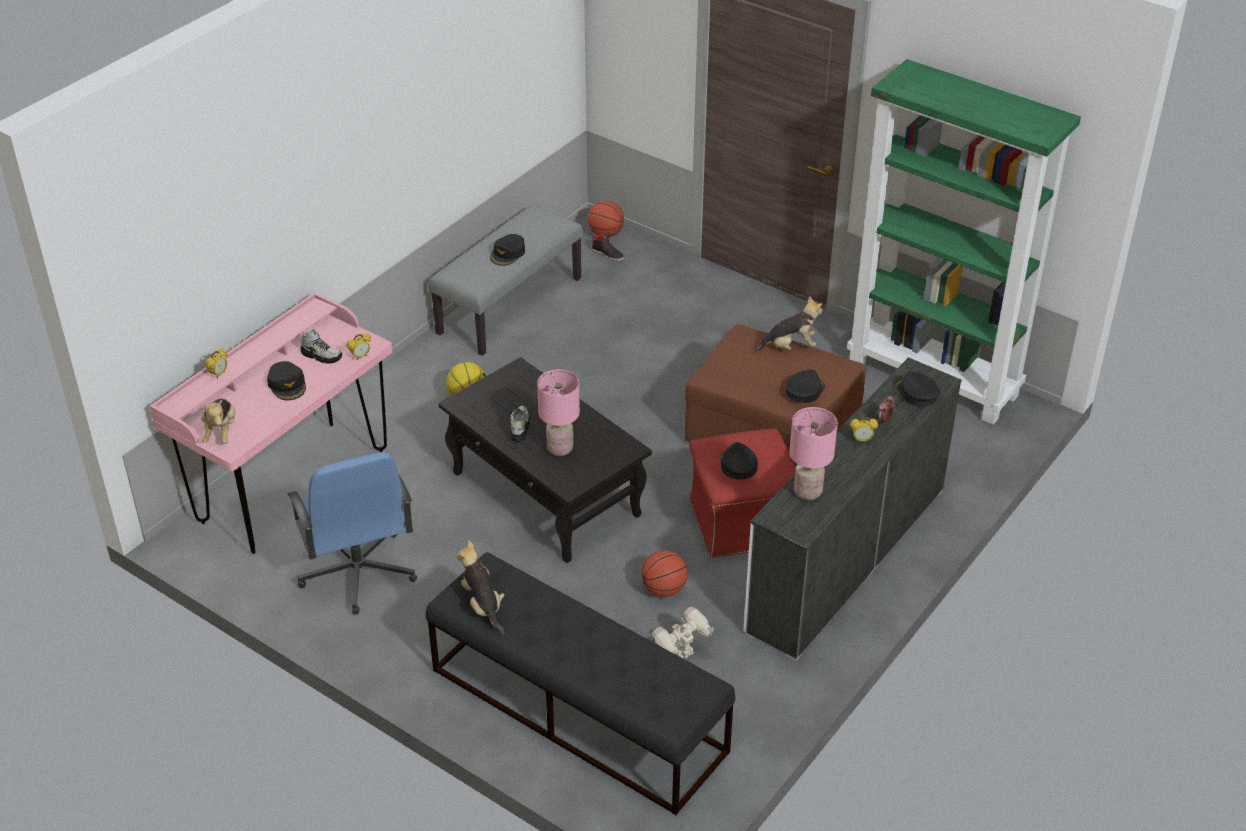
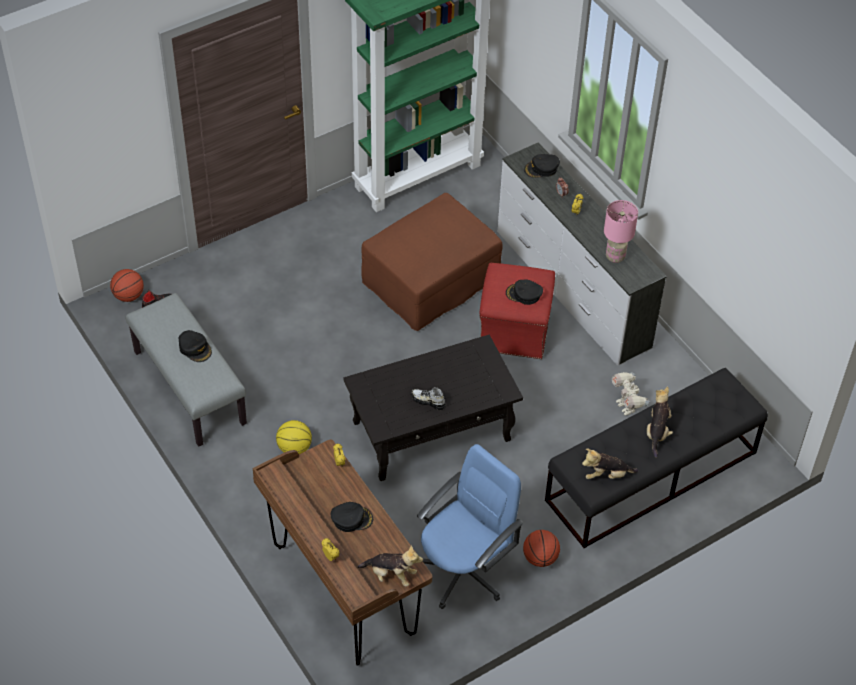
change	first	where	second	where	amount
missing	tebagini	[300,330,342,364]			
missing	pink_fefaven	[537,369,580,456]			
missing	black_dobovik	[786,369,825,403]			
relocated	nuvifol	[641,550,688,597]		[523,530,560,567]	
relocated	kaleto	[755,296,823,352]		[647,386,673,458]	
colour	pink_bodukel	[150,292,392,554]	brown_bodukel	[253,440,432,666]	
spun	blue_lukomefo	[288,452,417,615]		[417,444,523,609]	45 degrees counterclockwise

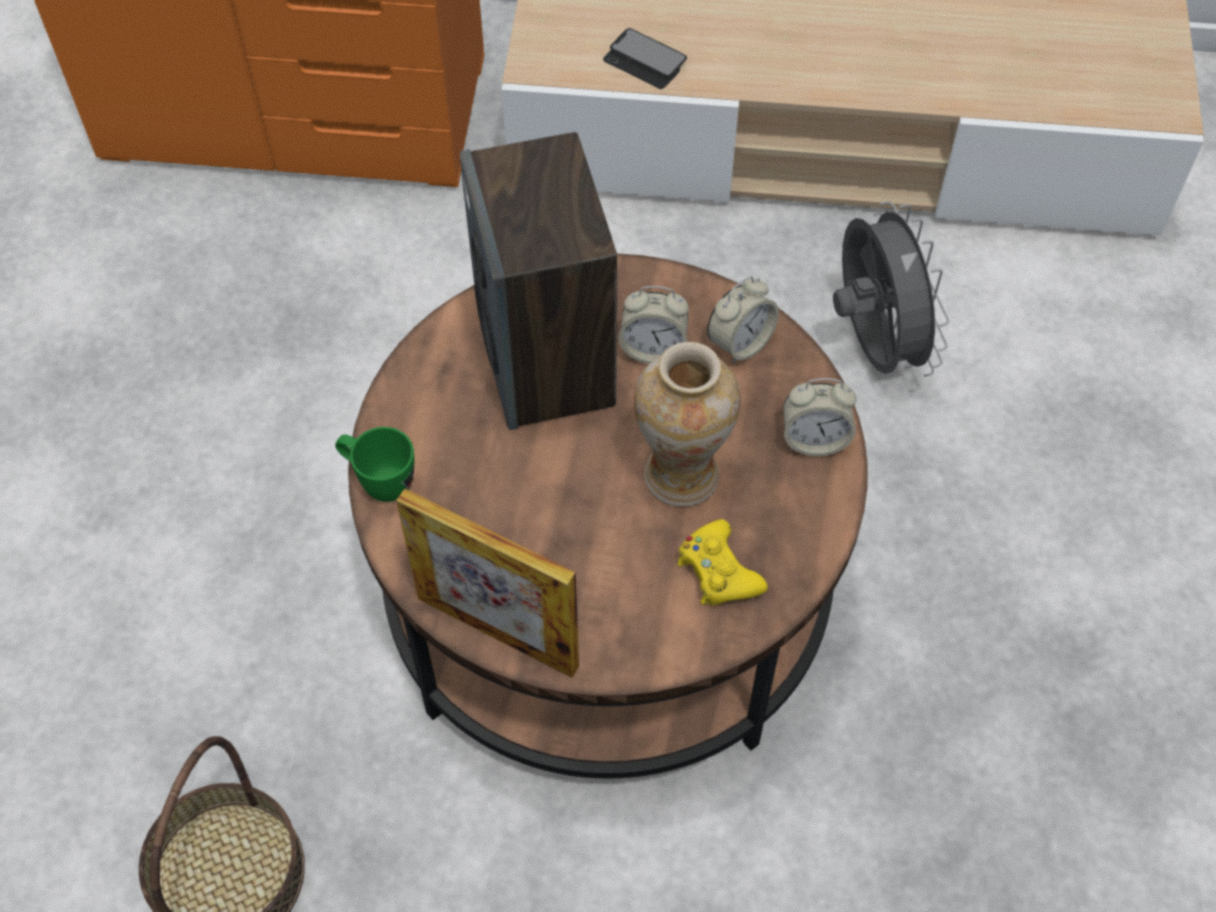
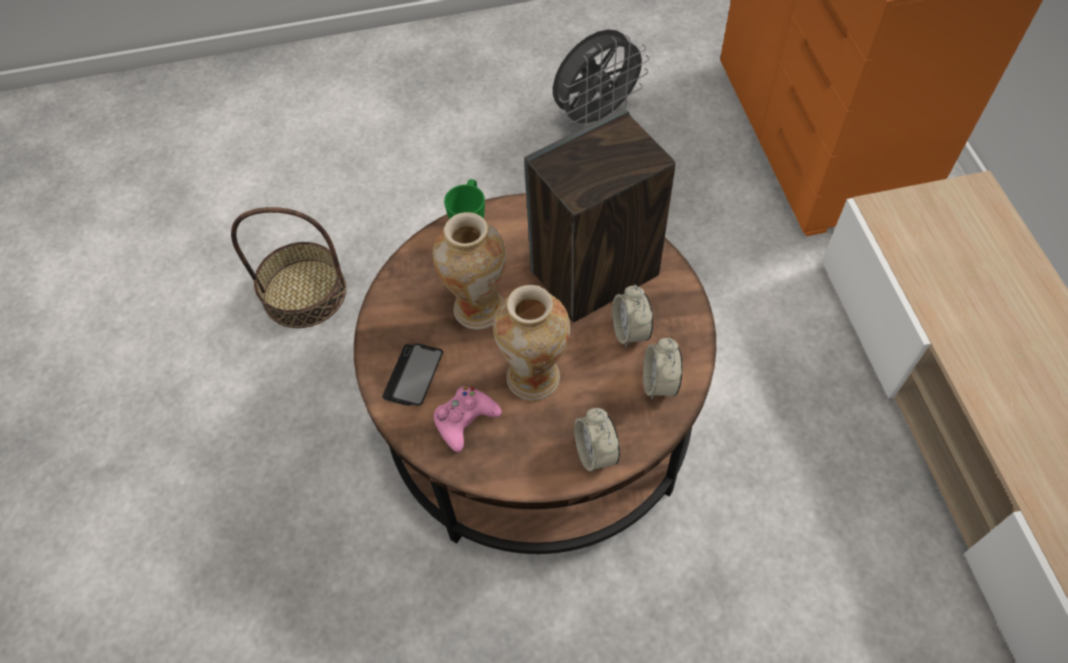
change	first	where	second	where	amount
missing	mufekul	[396,489,579,678]			
appeared			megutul	[433,212,506,330]	
relocated	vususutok	[603,28,687,89]		[382,344,443,406]	
relocated	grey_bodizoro	[833,202,949,377]		[553,29,650,128]	
colour	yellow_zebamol	[677,519,768,606]	pink_zebamol	[433,386,502,452]	
spun	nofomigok	[707,276,779,364]		[643,338,683,400]	60 degrees clockwise

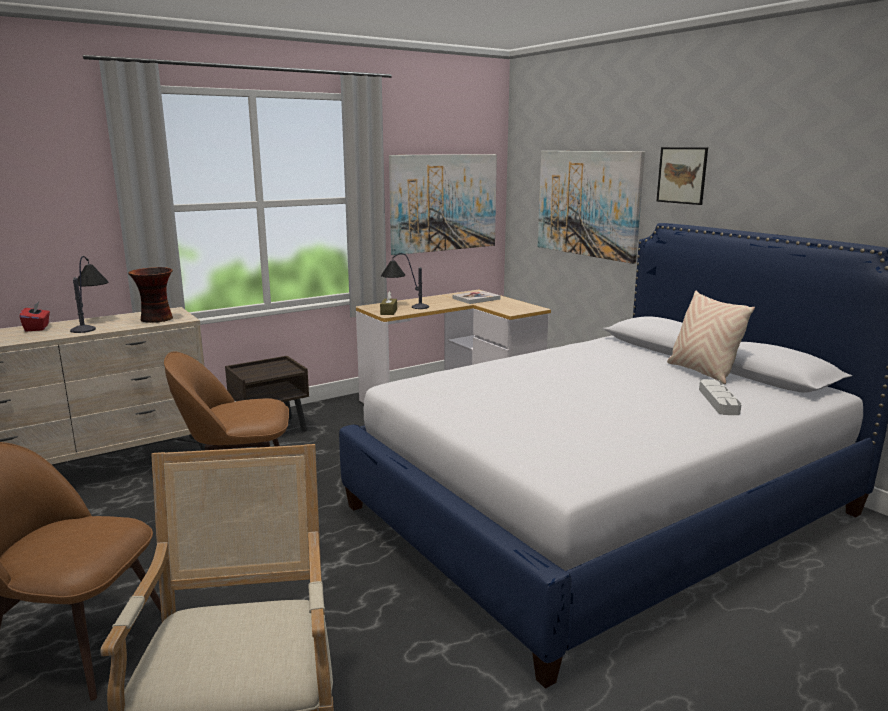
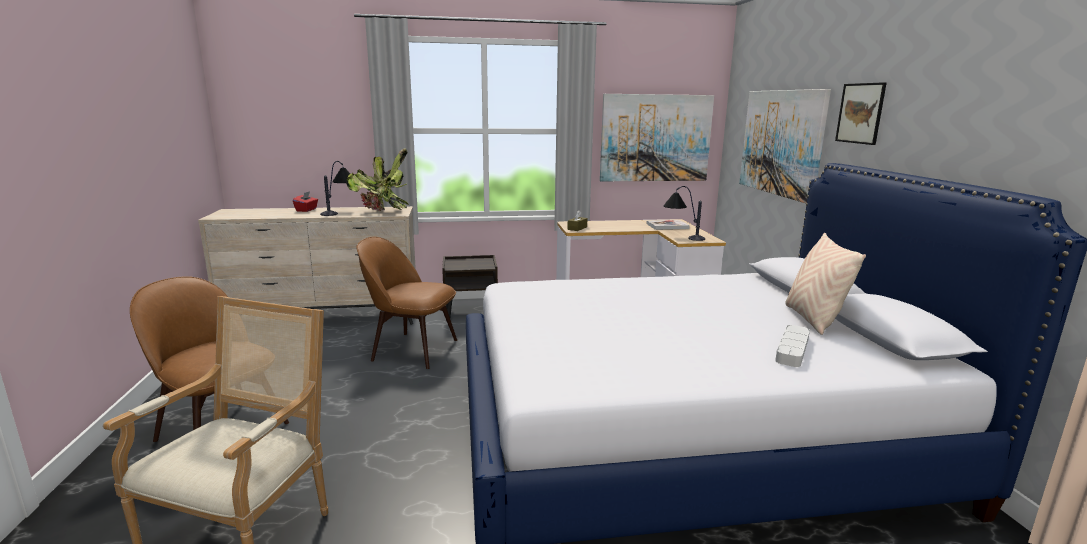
change	first	where	second	where	amount
relocated	fefaven	[381,253,429,309]		[663,186,705,241]	
exchanged	megutul	[128,267,173,323]	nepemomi	[345,148,409,211]	

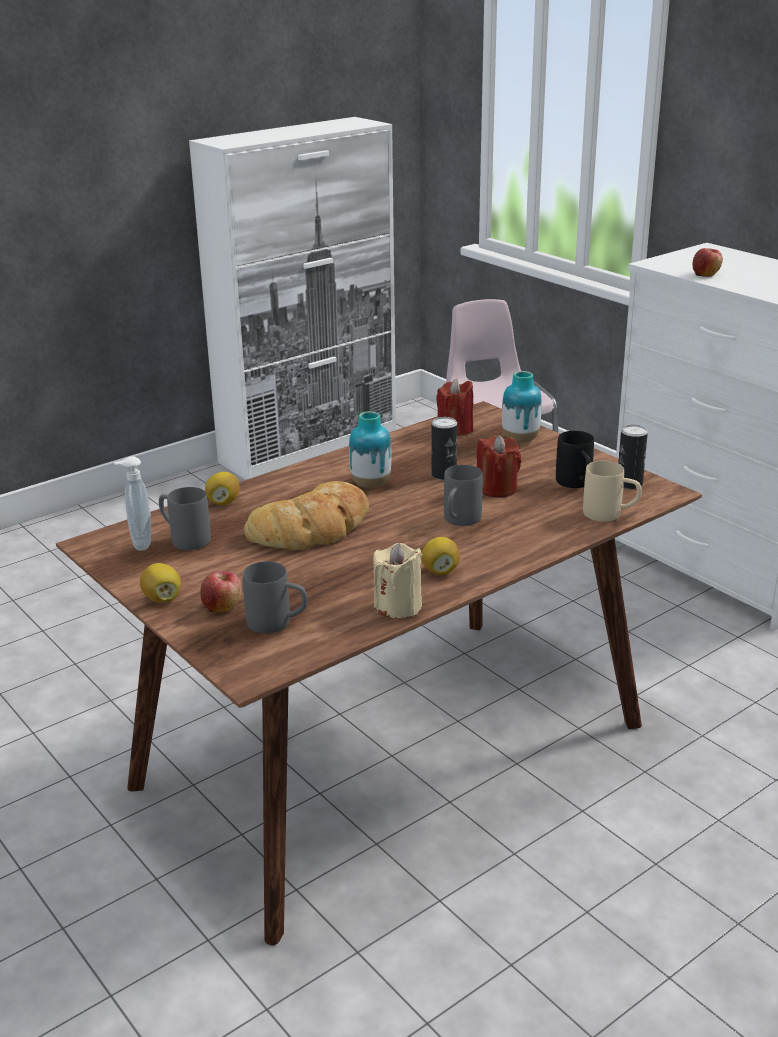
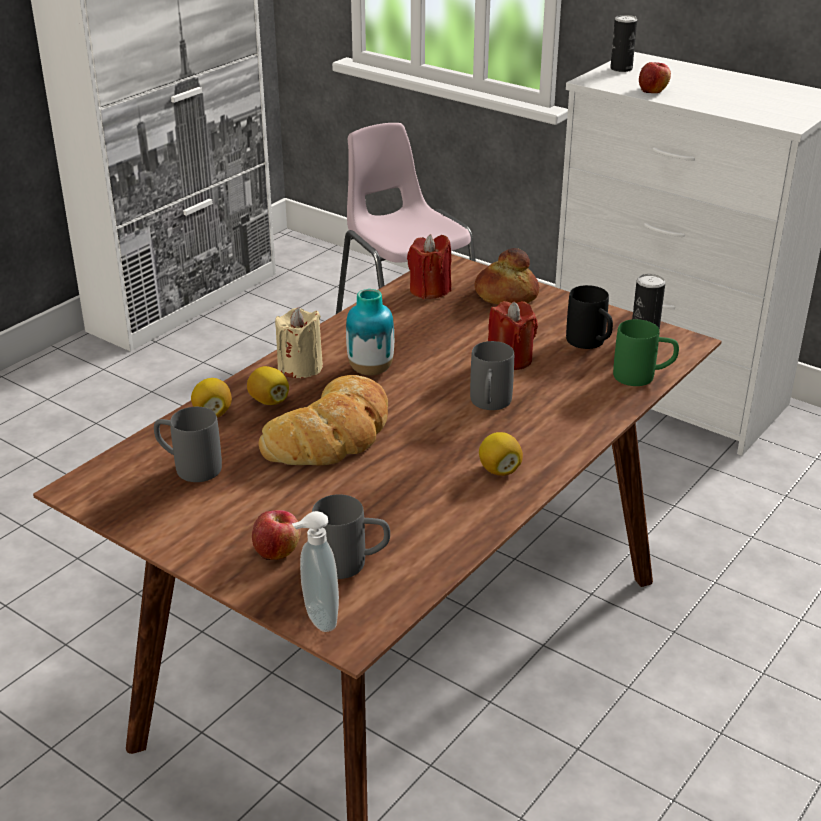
change	first	where	second	where	amount
relocated	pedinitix	[114,457,151,551]		[292,511,339,632]	
relocated	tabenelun	[140,563,181,603]		[247,366,289,405]	
relocated	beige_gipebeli	[373,543,422,618]		[275,307,323,378]	
relocated	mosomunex	[431,417,457,480]		[610,15,637,72]	
exchanged	megutul	[502,371,542,443]	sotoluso	[475,248,539,304]	
colour	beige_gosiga	[583,461,642,522]	green_gosiga	[613,319,679,386]	

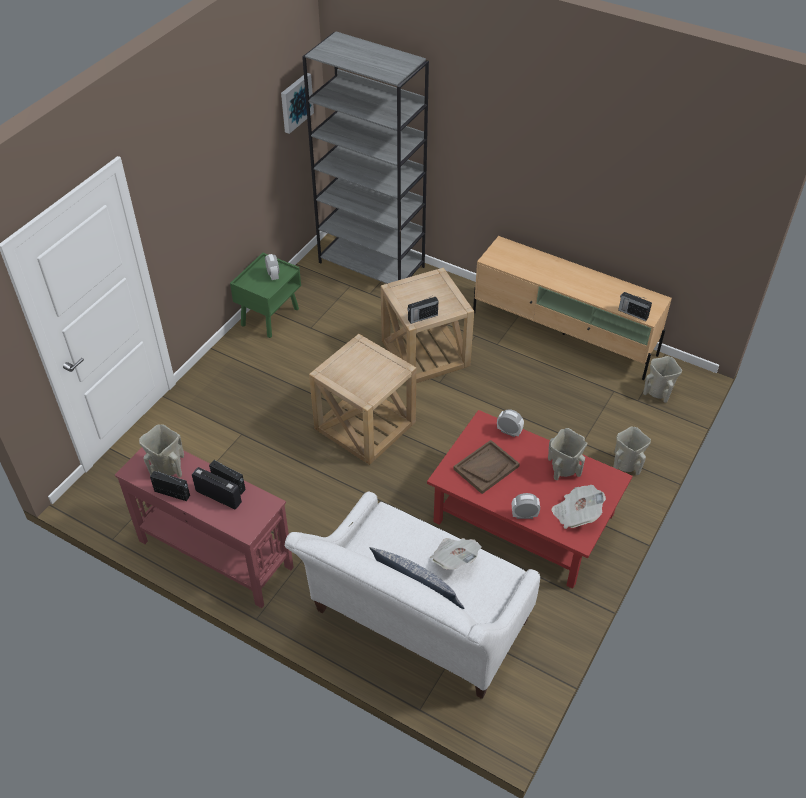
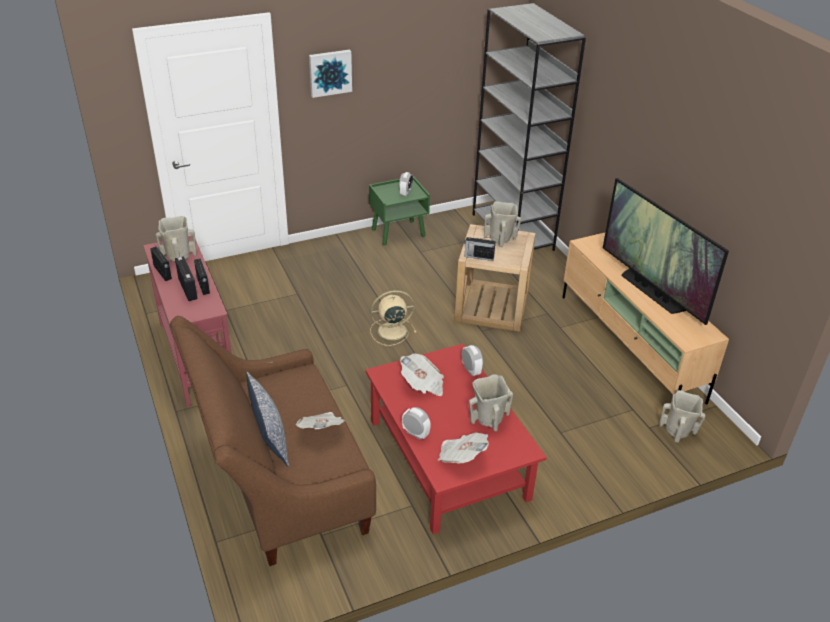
change	first	where	second	where	amount
missing	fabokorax	[618,292,652,321]			
appeared			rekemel	[603,178,729,325]	
relocated	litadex	[281,73,314,134]		[309,50,352,98]	
relocated	beige_megutul	[613,427,651,475]		[484,201,521,247]	
exchanged	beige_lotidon	[309,334,417,465]	beige_bodizoro	[370,290,416,346]	
exchanged	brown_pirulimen	[453,440,520,494]	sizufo	[400,354,444,396]	
colour	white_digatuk	[285,491,540,699]	brown_digatuk	[170,316,376,566]	

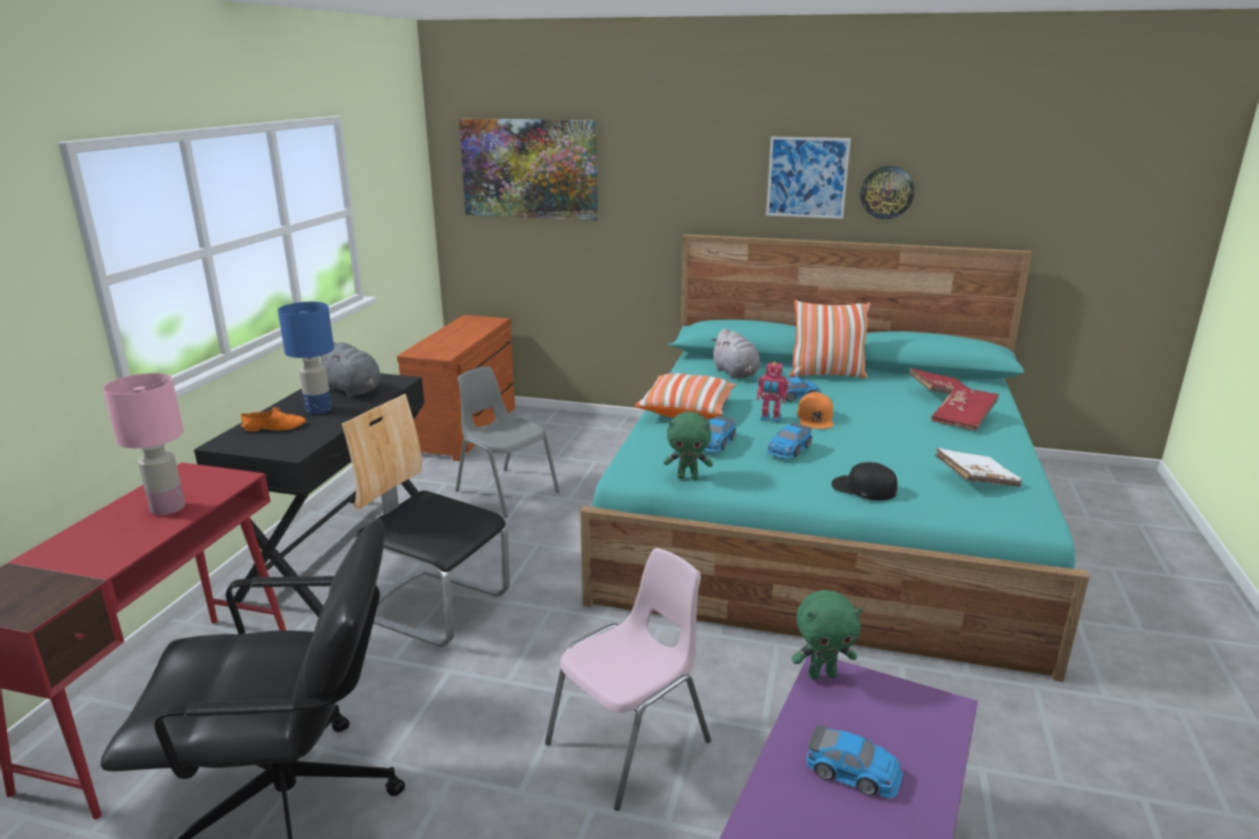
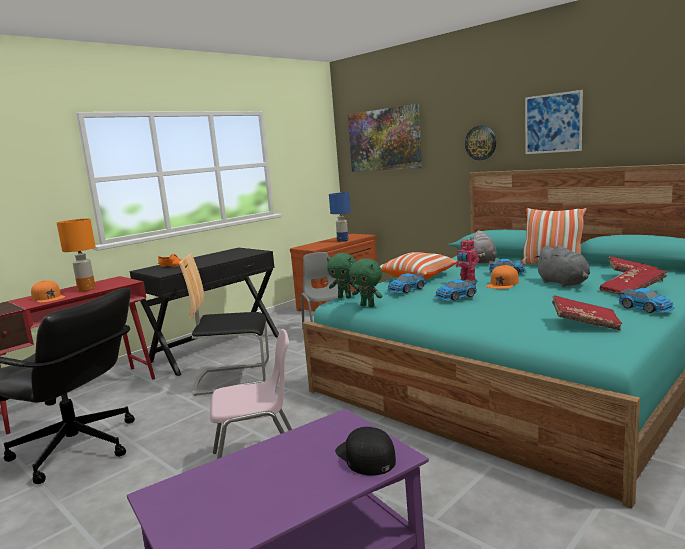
change	first	where	second	where	amount
appeared			orange_dobovik	[31,280,65,303]	
relocated	blue_fefaven	[278,302,334,414]		[329,192,351,242]	
relocated	grey_kaleto	[320,342,382,397]		[534,245,590,287]	
relocated	green_kaleto	[792,590,862,680]		[327,253,359,298]	
relocated	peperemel	[807,724,903,798]		[619,288,675,313]	
relocated	black_dobovik	[832,462,897,500]		[335,427,396,476]	
relocated	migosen	[860,166,914,219]		[465,126,496,160]	
colour	pink_fefaven	[103,373,185,516]	orange_fefaven	[57,218,96,292]	
colour	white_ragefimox	[935,448,1021,487]	red_ragefimox	[552,295,622,331]	
spun	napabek	[342,394,510,647]		[179,253,269,396]	60 degrees counterclockwise

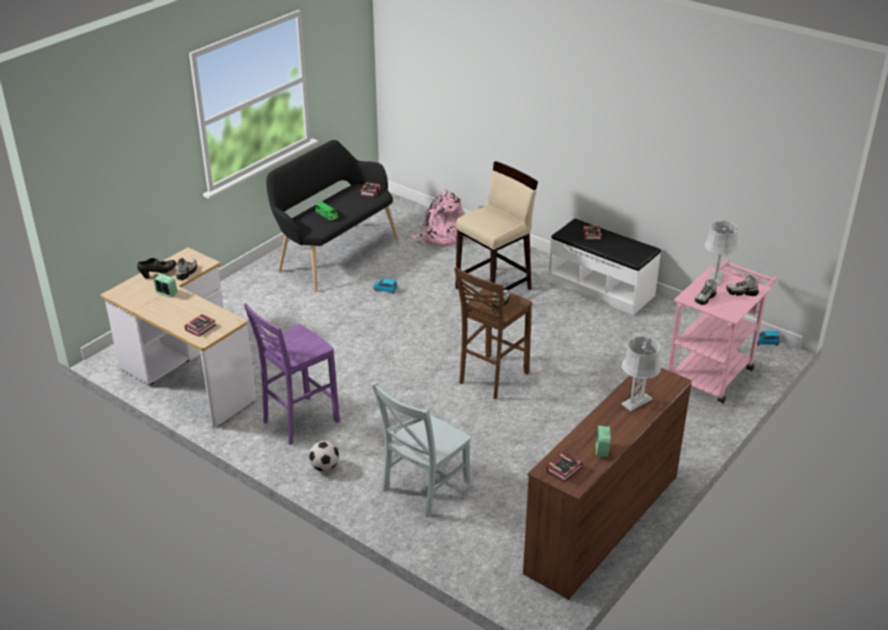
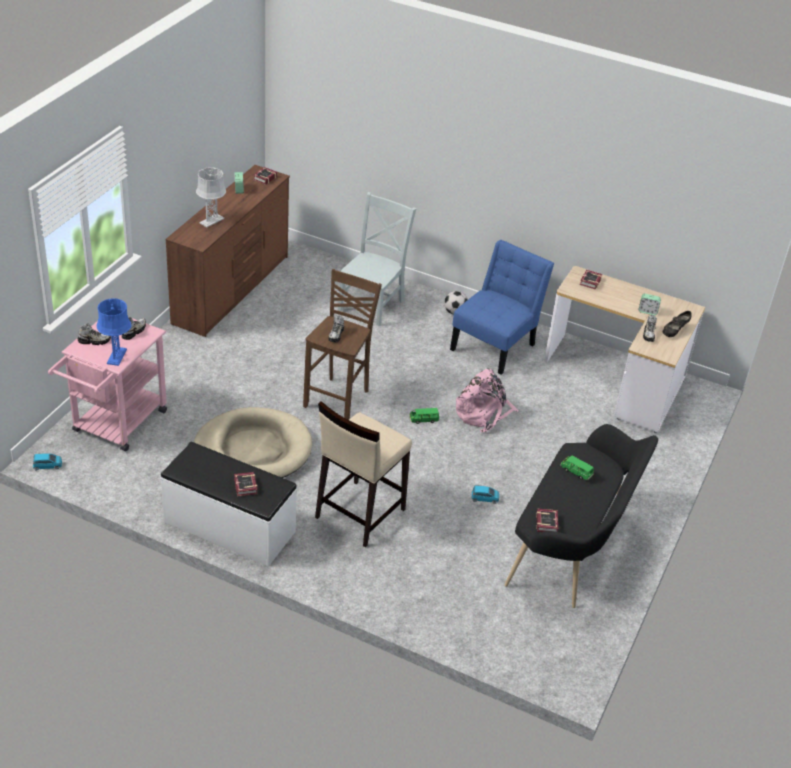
change	first	where	second	where	amount
appeared			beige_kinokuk	[194,407,313,478]	
appeared			green_peperemel	[410,408,439,424]	
relocated	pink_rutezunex	[411,189,465,247]		[456,369,519,433]	
exchanged	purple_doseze	[244,303,340,445]	blue_napabek	[450,240,554,375]	
colour	grey_fefaven	[705,221,738,286]	blue_fefaven	[97,298,131,366]	

